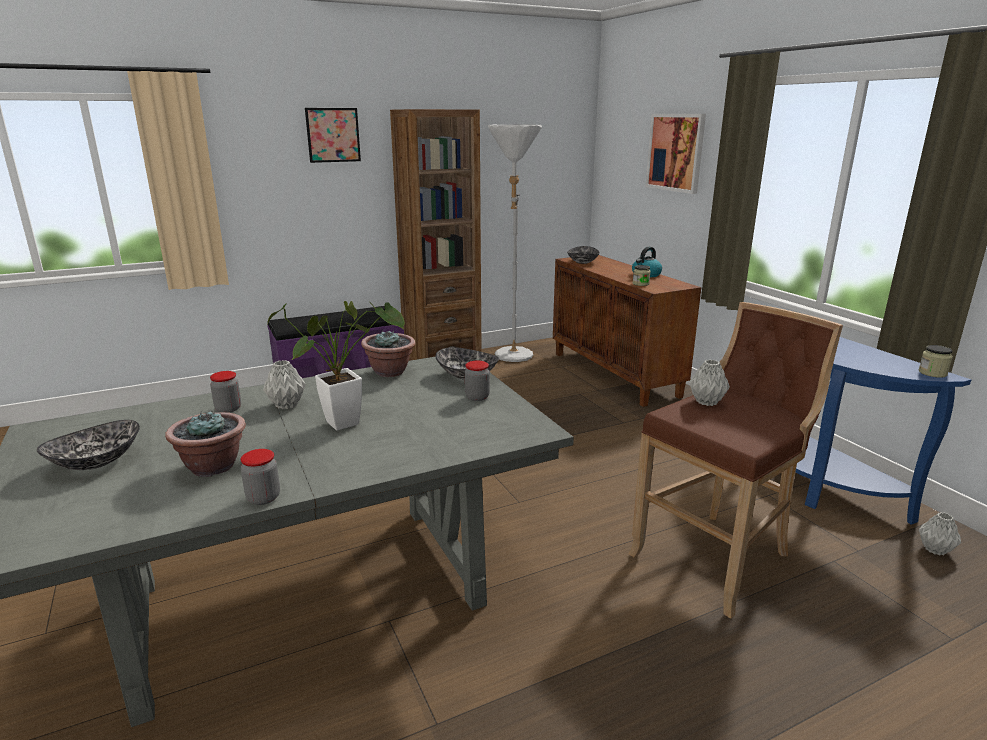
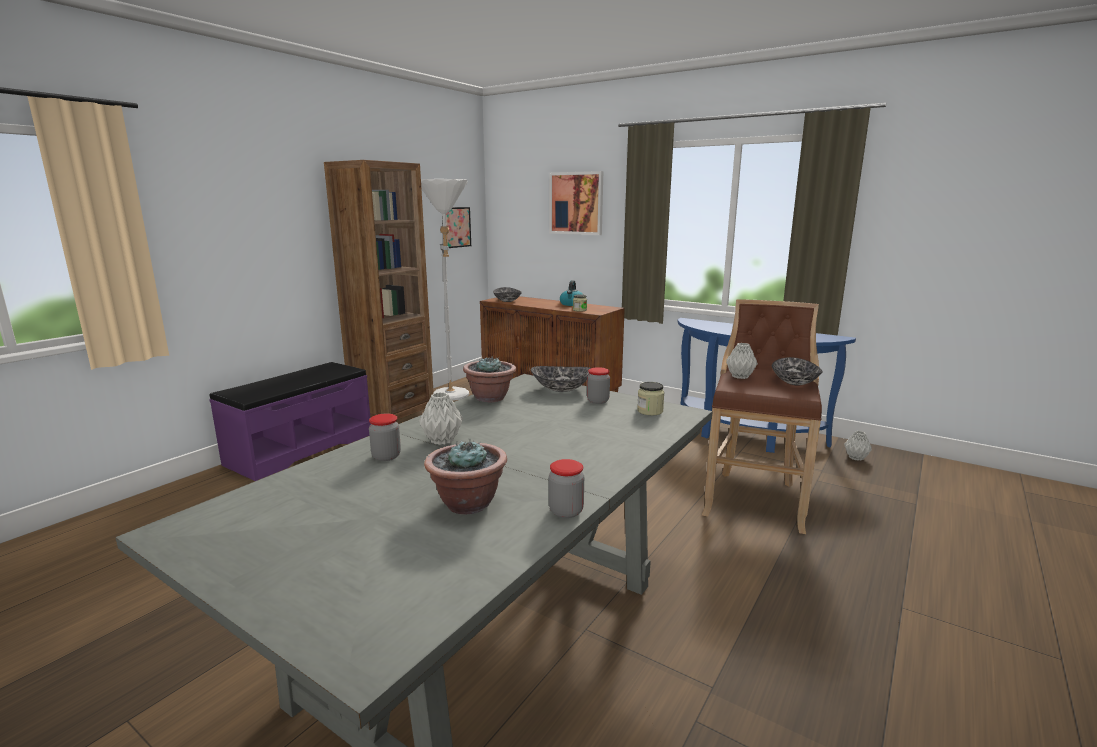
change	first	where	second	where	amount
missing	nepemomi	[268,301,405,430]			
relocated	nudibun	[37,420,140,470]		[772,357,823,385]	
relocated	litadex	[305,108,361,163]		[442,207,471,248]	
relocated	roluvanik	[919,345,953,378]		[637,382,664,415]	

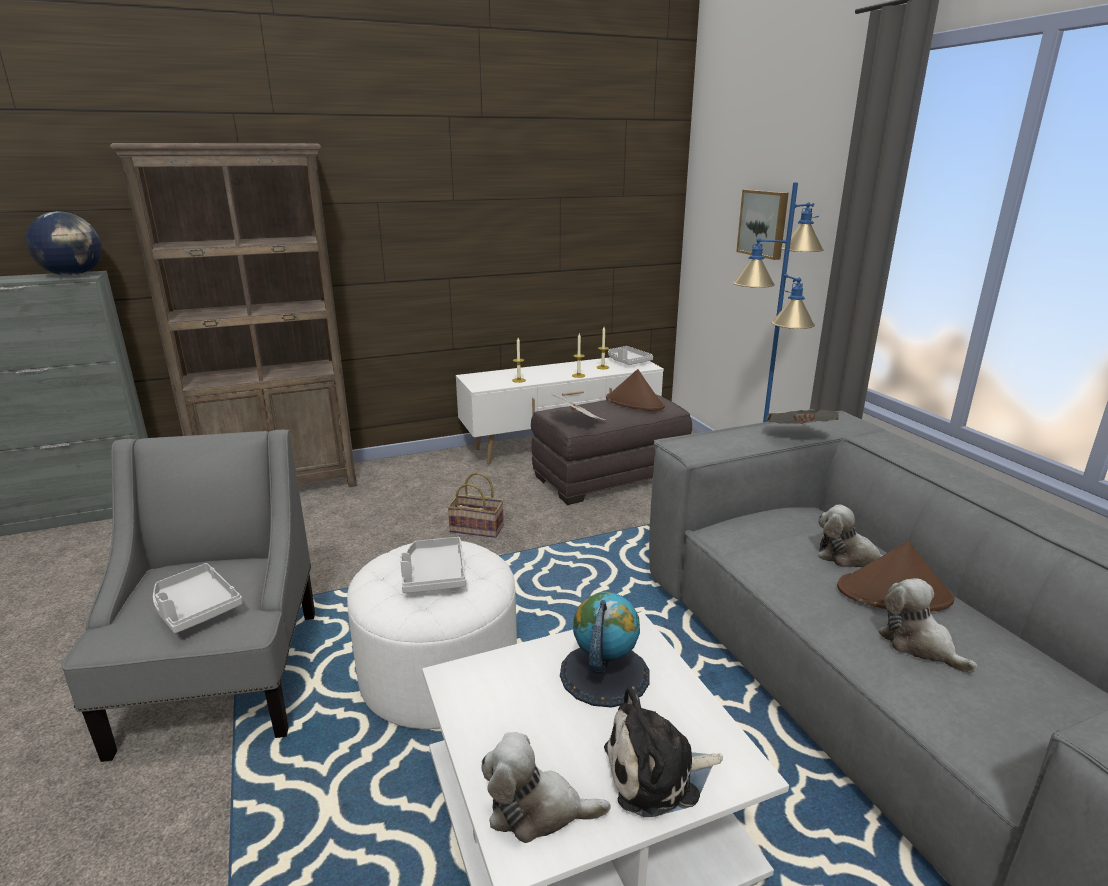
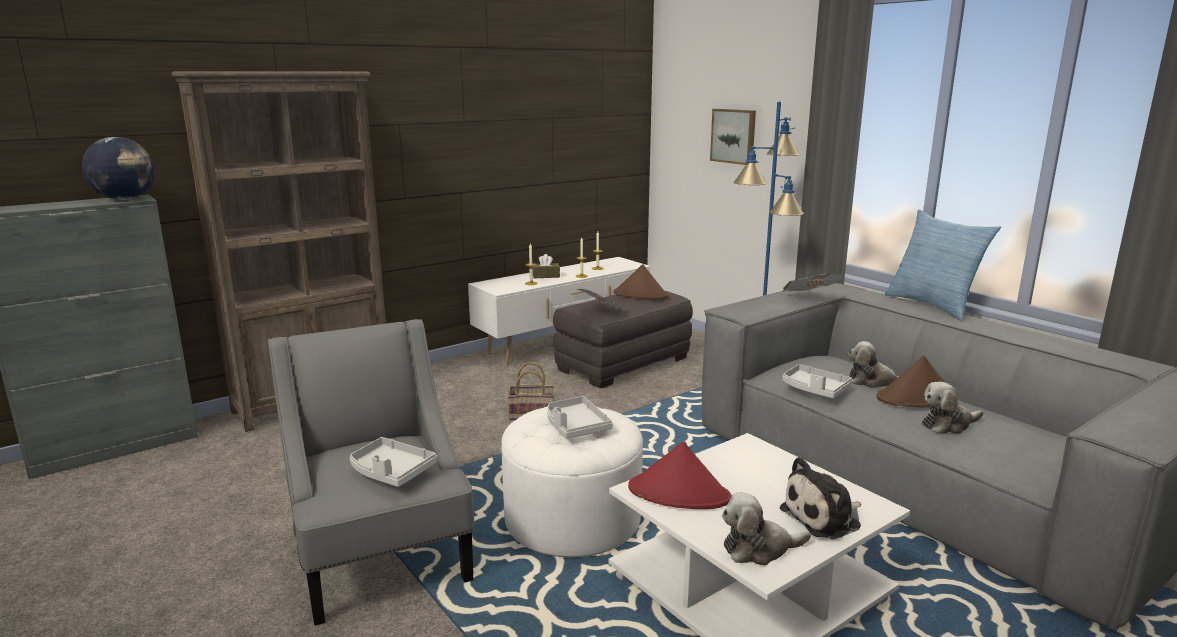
change	first	where	second	where	amount
missing	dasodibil	[560,592,650,708]			
appeared			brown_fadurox	[533,254,560,278]	
appeared			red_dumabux	[628,441,732,509]	
appeared			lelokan	[884,209,1001,321]	
relocated	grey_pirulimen	[608,346,653,365]		[782,364,853,398]	
spun	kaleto	[878,578,978,673]		[922,382,983,434]	60 degrees counterclockwise

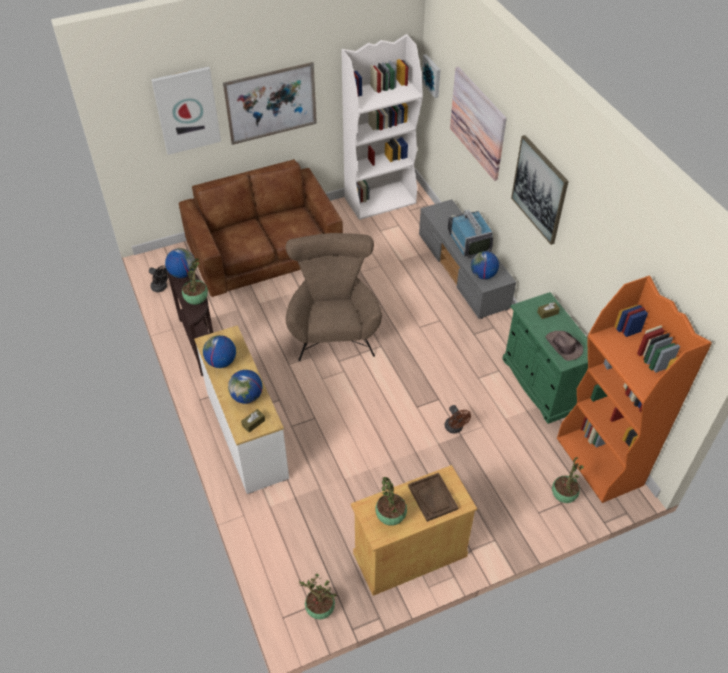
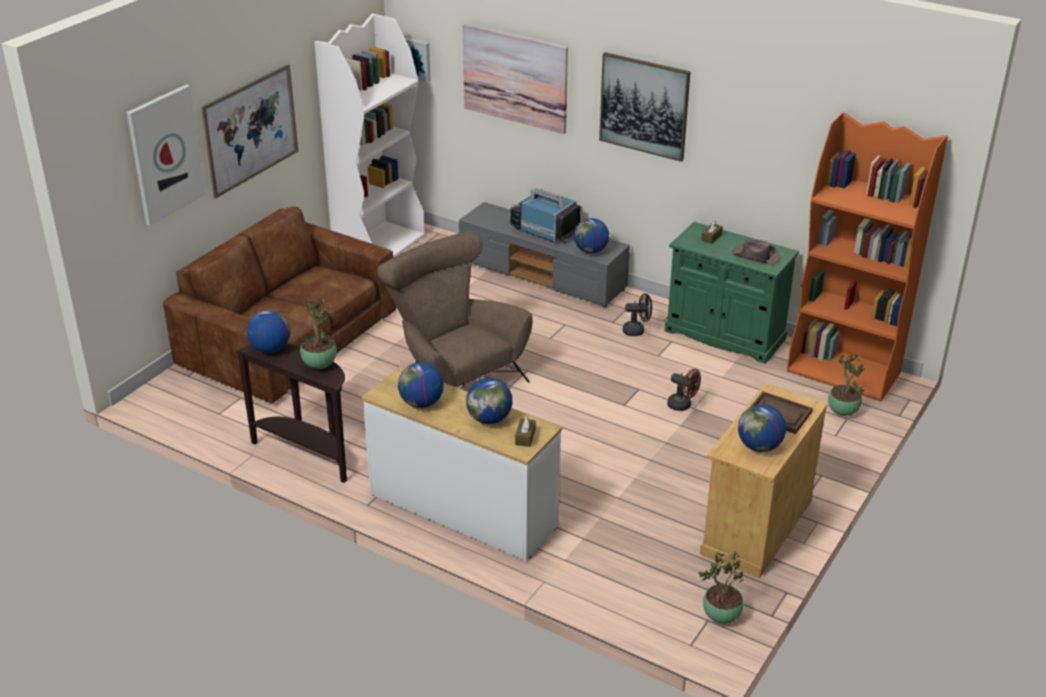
change	first	where	second	where	amount
relocated	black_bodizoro	[149,266,168,292]		[623,293,652,336]	
exchanged	nepemomi	[376,477,407,526]	dasodibil	[738,404,786,452]	

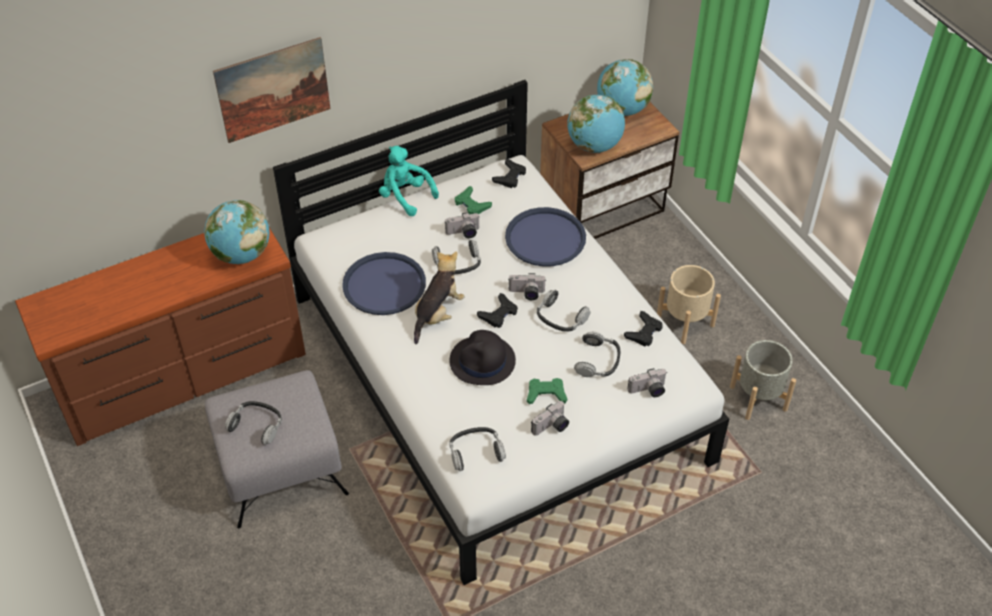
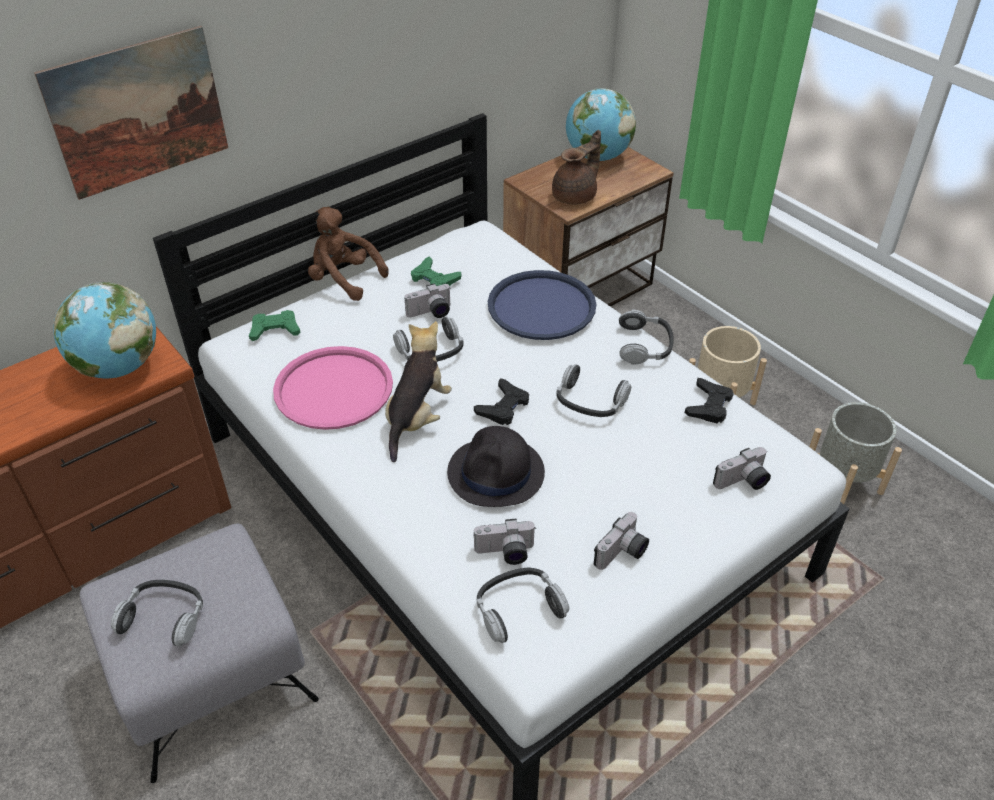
change	first	where	second	where	amount
missing	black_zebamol	[492,159,526,188]			
relocated	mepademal	[509,273,546,300]		[473,519,535,565]	
relocated	green_zebamol	[527,378,567,404]		[249,310,300,341]	
relocated	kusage	[574,331,620,377]		[619,310,674,365]	
exchanged	dasodibil	[567,95,625,153]	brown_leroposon	[552,130,601,205]	
colour	blue_pirulimen	[342,252,426,315]	pink_pirulimen	[273,346,393,430]	
colour	turquoise_kaleto	[379,146,439,216]	brown_kaleto	[308,207,389,301]	

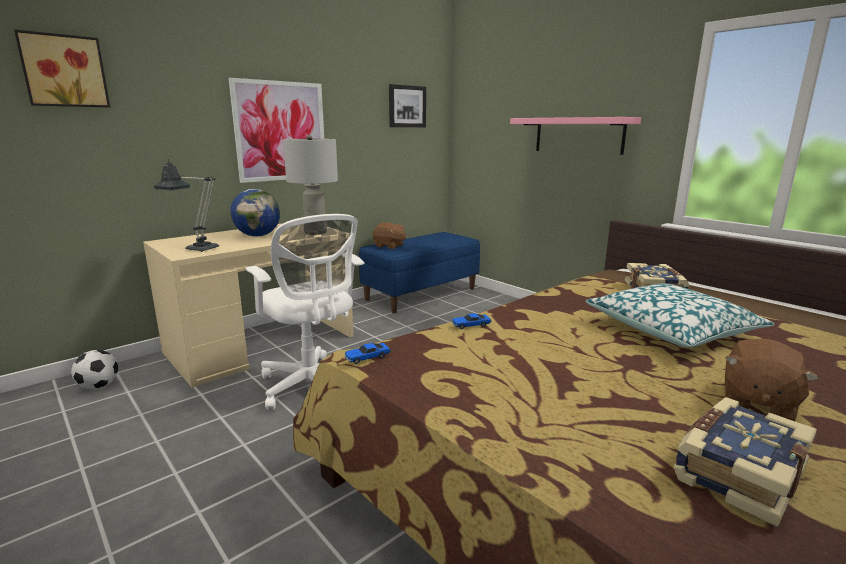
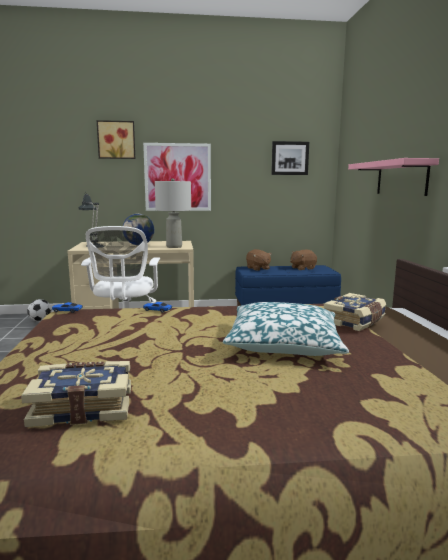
change	first	where	second	where	amount
relocated	litadex	[14,29,110,107]		[97,120,135,159]	
relocated	brown_kaleto	[725,339,819,421]		[290,250,317,270]	

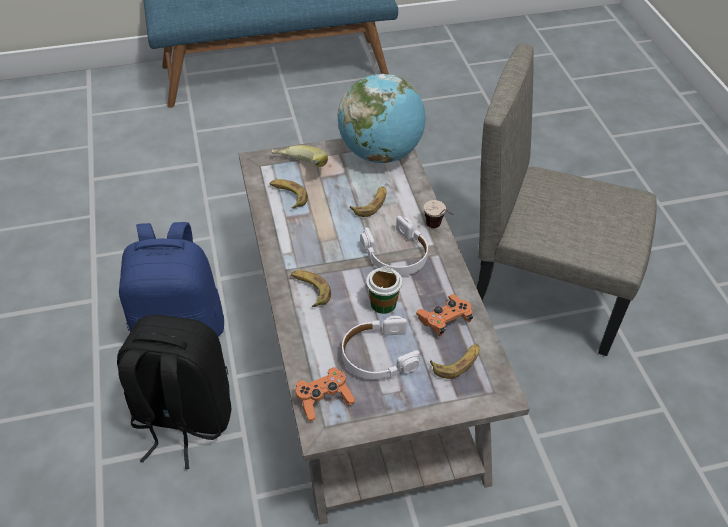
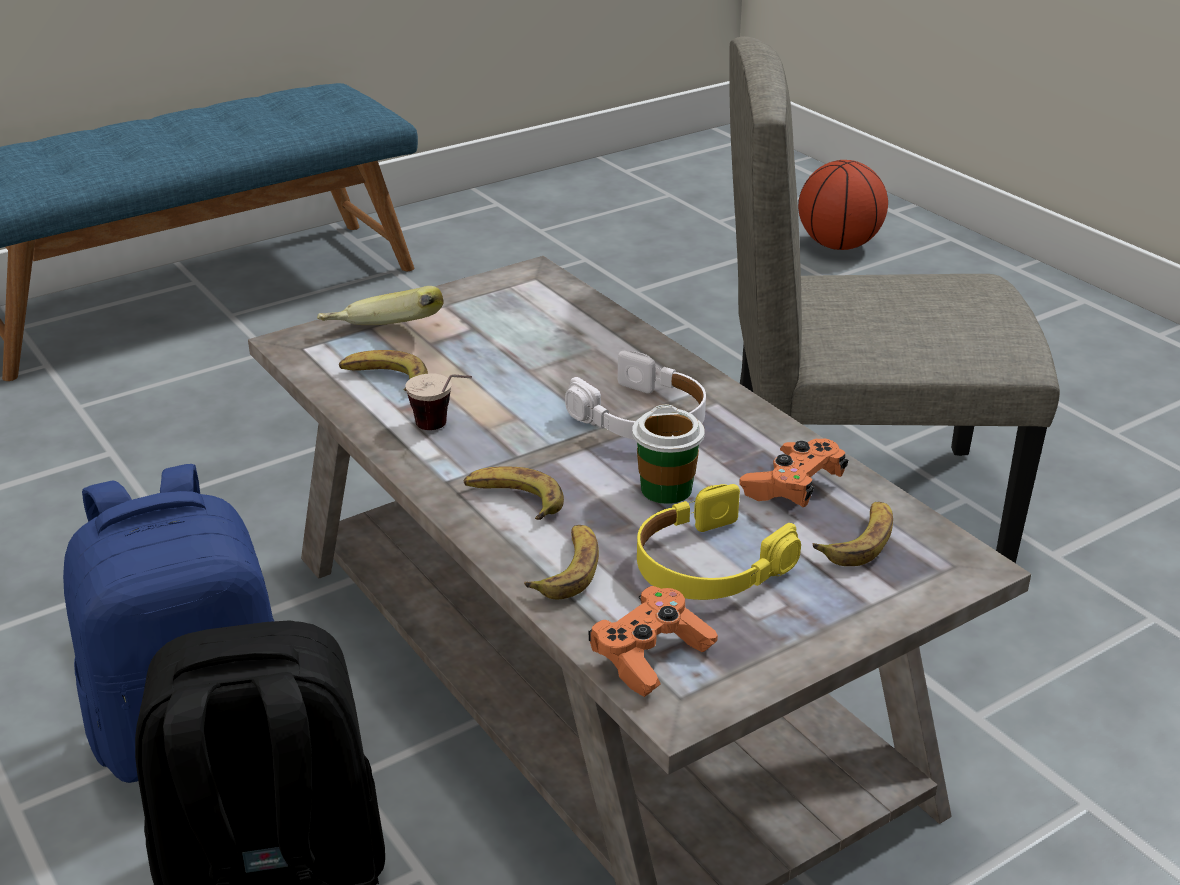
change	first	where	second	where	amount
missing	dasodibil	[337,74,425,163]			
appeared			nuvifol	[798,160,888,250]	
relocated	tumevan	[350,187,386,217]		[524,525,599,599]	
relocated	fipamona	[424,200,453,228]		[405,374,472,430]	
colour	white_kusage	[342,316,420,379]	yellow_kusage	[637,484,801,600]	

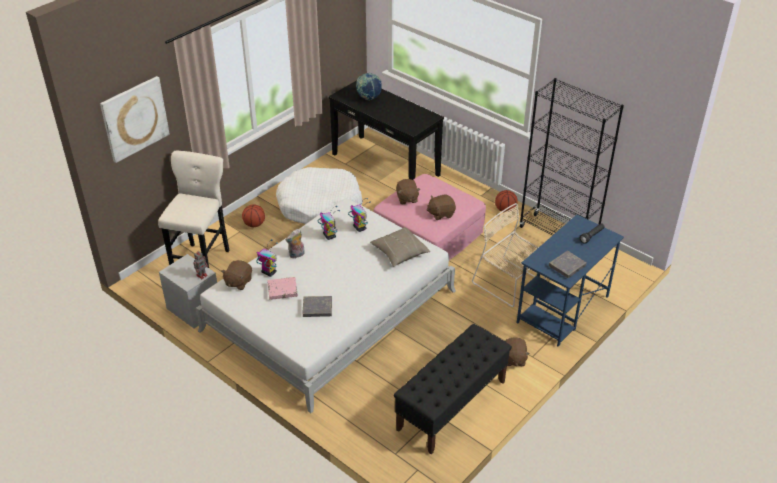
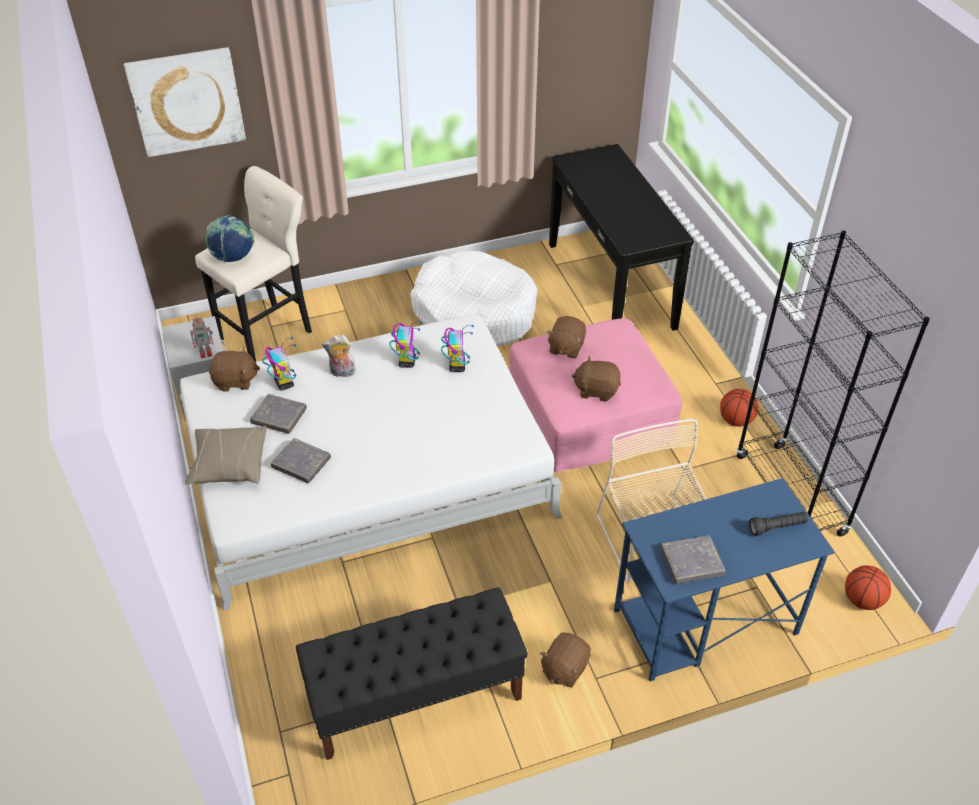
change	first	where	second	where	amount
relocated	nuvifol	[242,204,265,227]		[845,565,891,610]	
relocated	dasodibil	[356,73,382,100]		[205,215,255,263]	
relocated	beige_lelokan	[370,227,430,266]		[185,426,267,485]	
colour	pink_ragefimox	[268,277,298,300]	grey_ragefimox	[250,394,307,434]	
spun	brown_kaleto	[222,260,252,290]		[209,347,260,392]	150 degrees counterclockwise

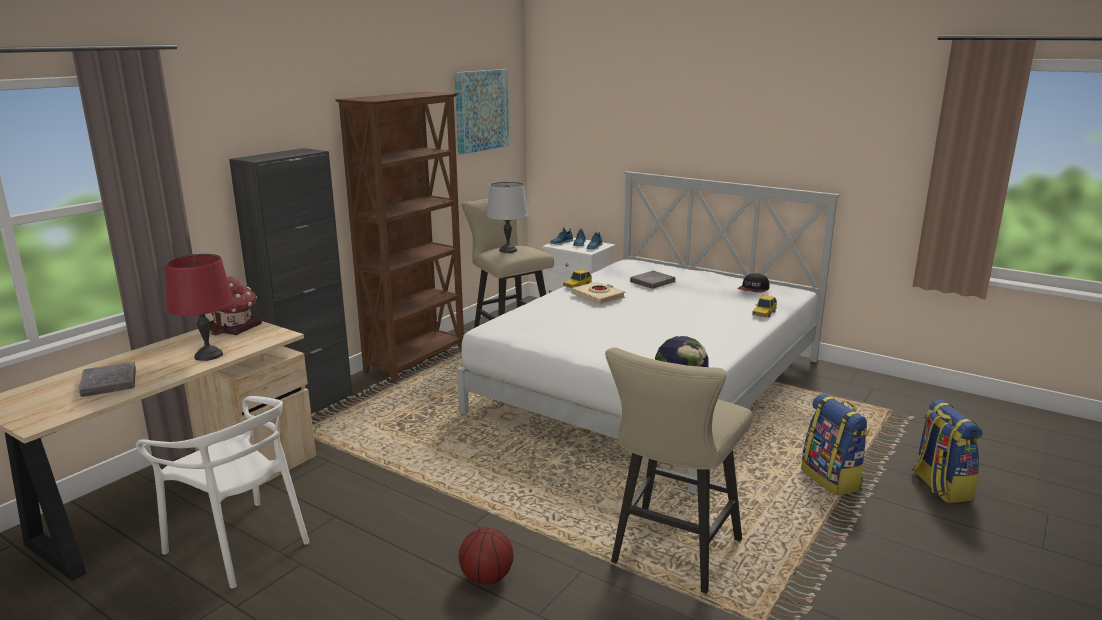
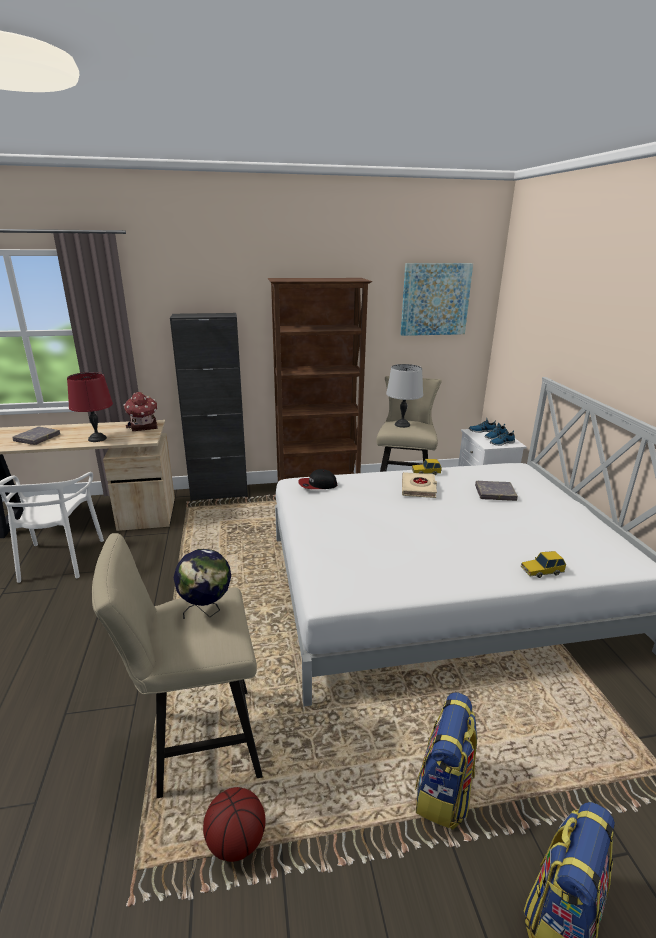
change	first	where	second	where	amount
relocated	nuvifol	[459,527,513,585]		[203,787,265,862]	
relocated	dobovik	[738,273,769,293]		[298,469,337,489]	

